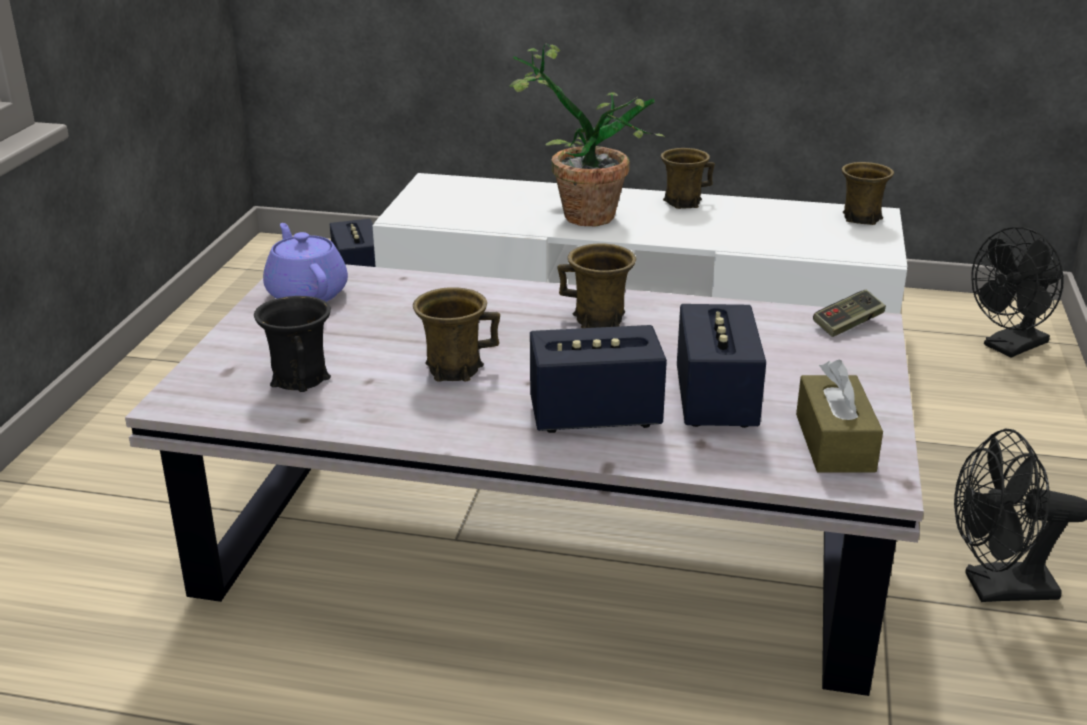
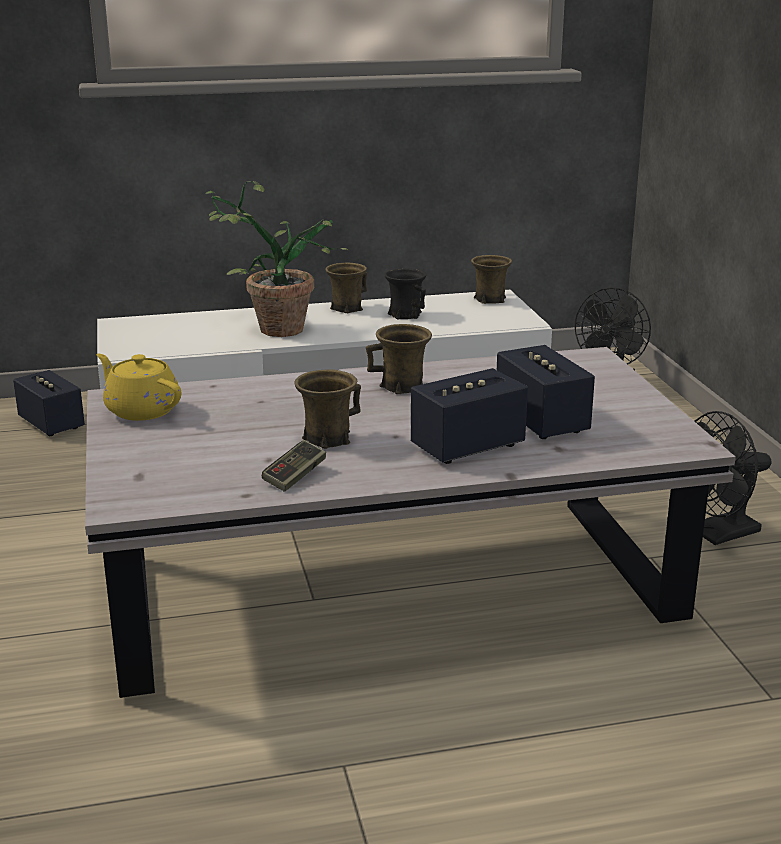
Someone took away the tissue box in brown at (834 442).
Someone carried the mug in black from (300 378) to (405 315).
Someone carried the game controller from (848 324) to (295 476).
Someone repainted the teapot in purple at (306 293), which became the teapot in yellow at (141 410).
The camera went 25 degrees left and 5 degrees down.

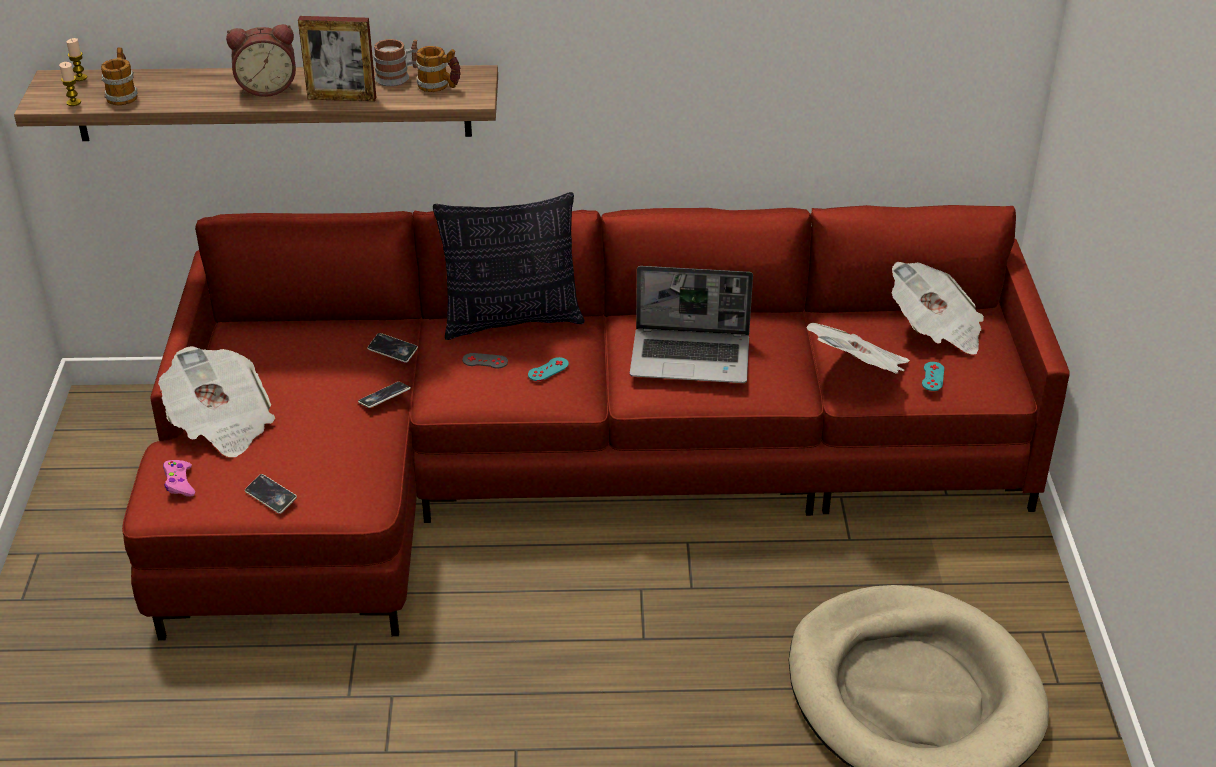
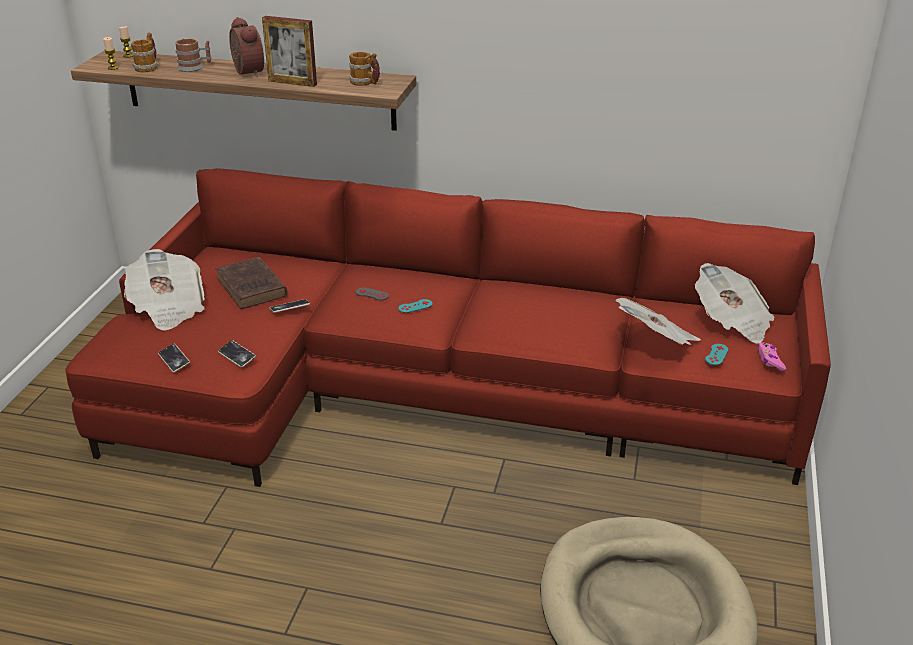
Someone took away the pillow at (512 320).
Someone took away the laptop at (692 357).
Someone put down the book in brown at (252 288).
Someone carried the game controller in pink from (179 483) to (770 360).
Someone carried the phone from (392 350) to (237 356).
Someone carried the mug from (397 77) to (195 67).
Someone rotated the alarm clock at (267 88) by 120 degrees counterclockwise.
The camera went 15 degrees right and 5 degrees down.

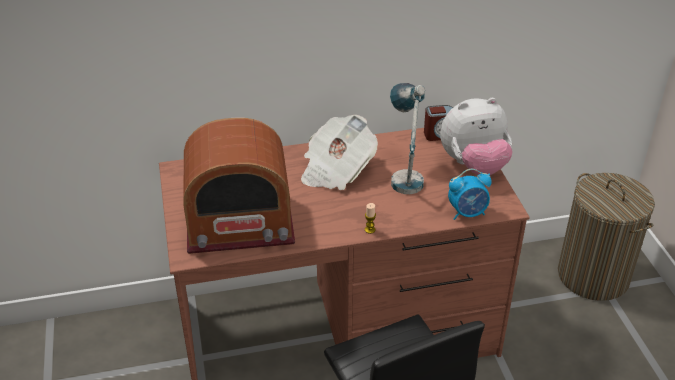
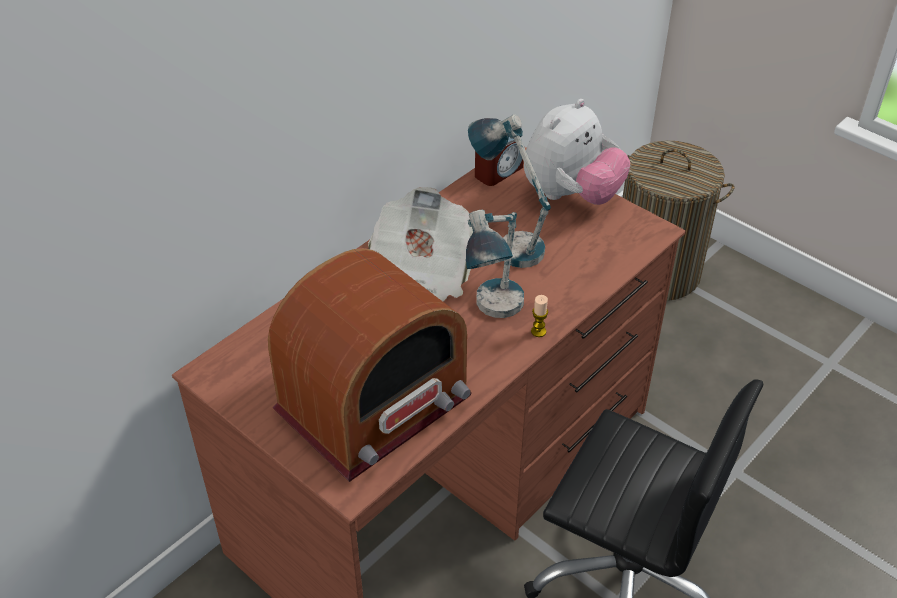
Someone took away the alarm clock at (467 213).
Someone put down the table lamp at (494 315).
The camera went 35 degrees left and 5 degrees up.

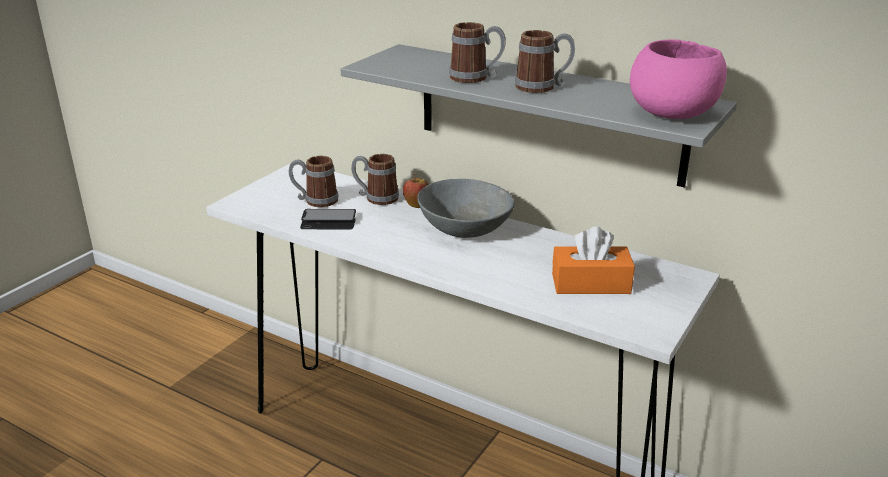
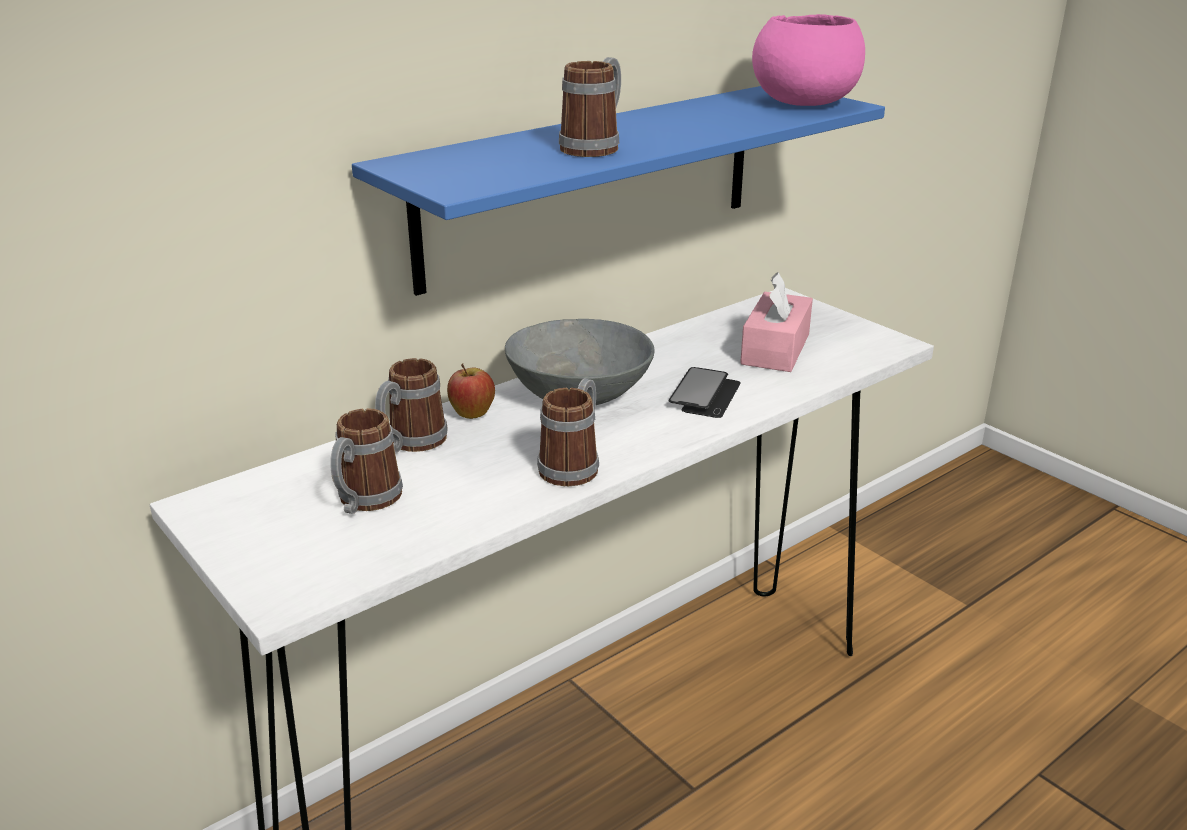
Someone carried the phone from (328 221) to (705 395).
Someone carried the mug from (543 87) to (574 465).
Someone repainted the shelf in grey at (548 113), which became the shelf in blue at (592 183).
Someone repainted the tissue box in orange at (590 283), which became the tissue box in pink at (775 349).
The camera went 70 degrees left and 0 degrees up.

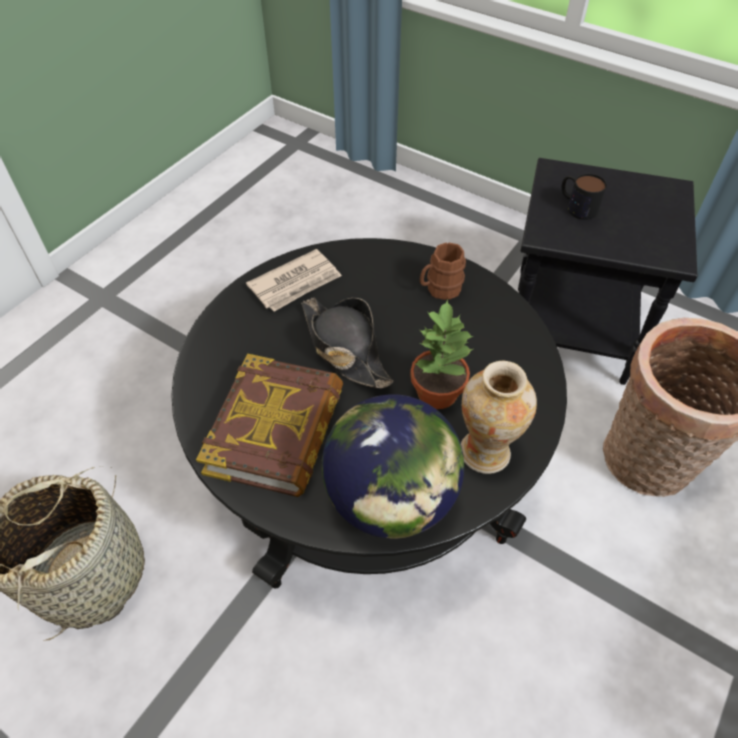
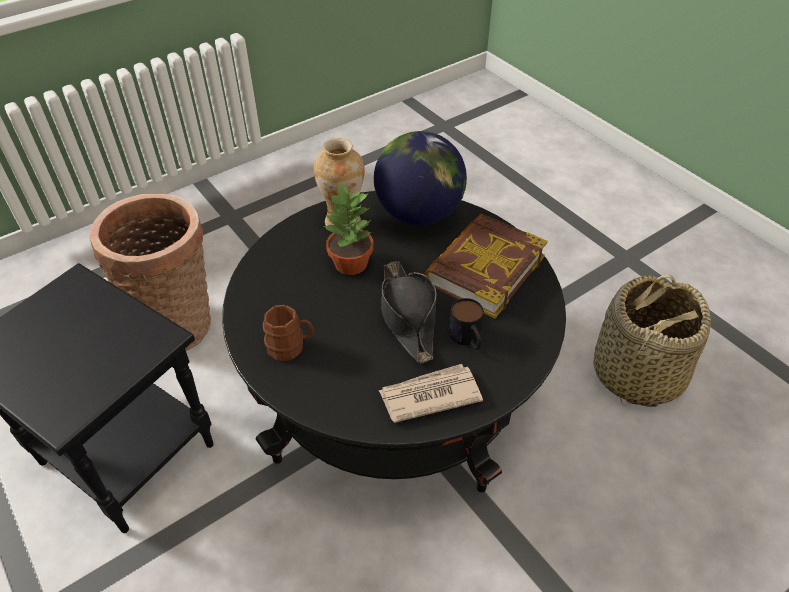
Someone carried the mug from (576 206) to (467 339).
The camera went 160 degrees left and 5 degrees down.

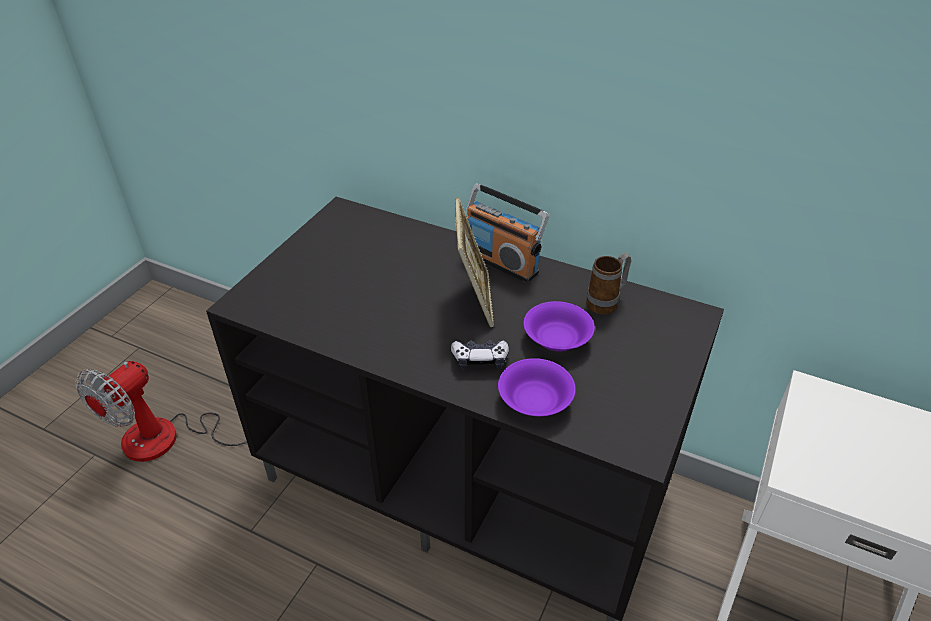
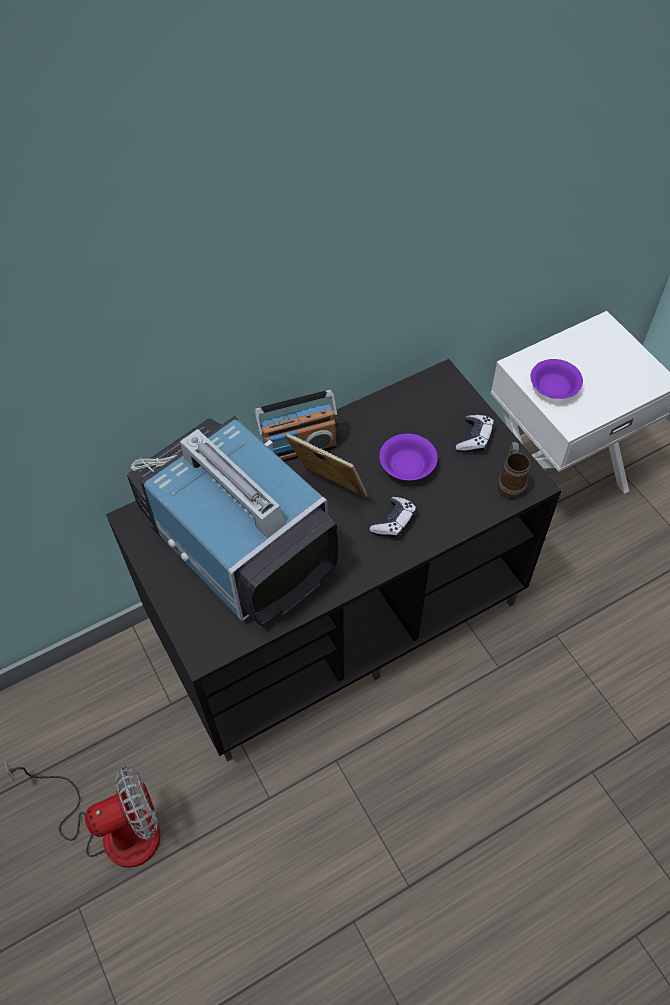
Someone put down the television at (236 540).
Someone put down the game controller at (474 438).
Someone carried the bowl in purple from (536 400) to (553 387).
Someone carried the mug from (606 302) to (510 483).
Someone rotated the fan at (171 438) by 90 degrees counterclockwise.
The camera went 55 degrees left and 15 degrees up.

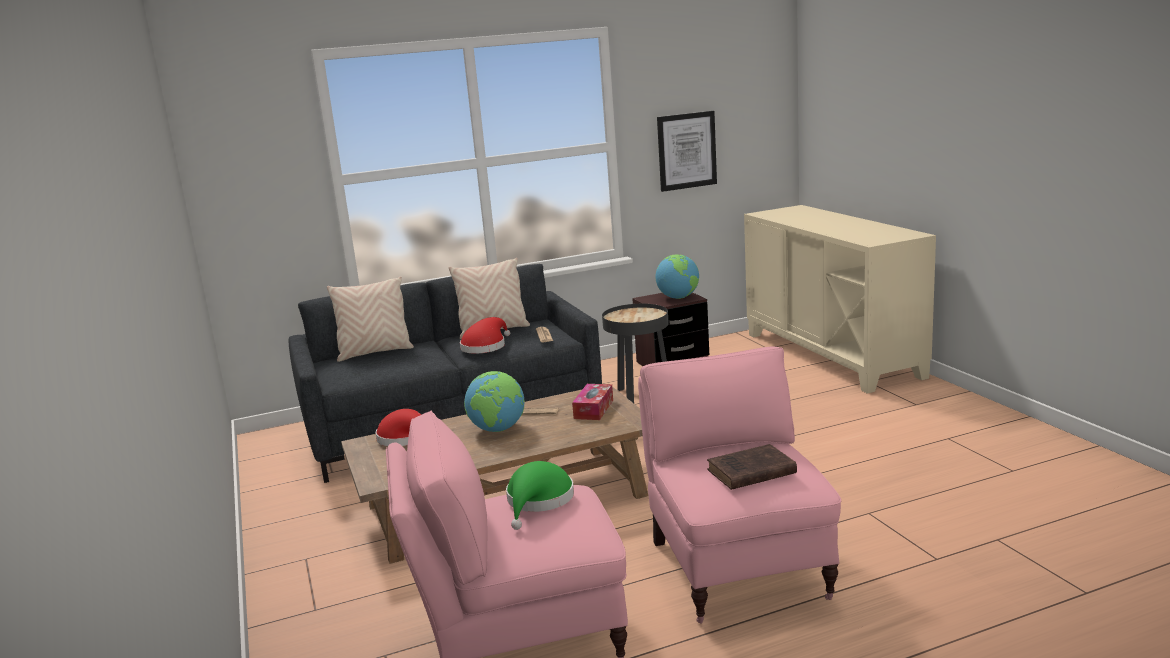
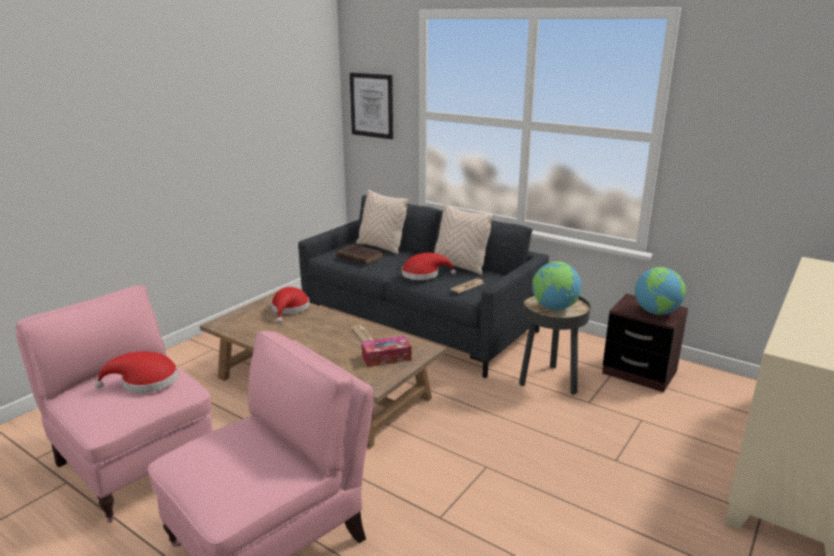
Someone carried the globe from (497 429) to (554 308).
Someone carried the picture from (686 151) to (372 105).
Someone carried the book in brown from (749 472) to (359 257).
Someone repainted the hat in green at (538 501), which became the hat in red at (145 381).
The camera went 55 degrees right and 5 degrees up.

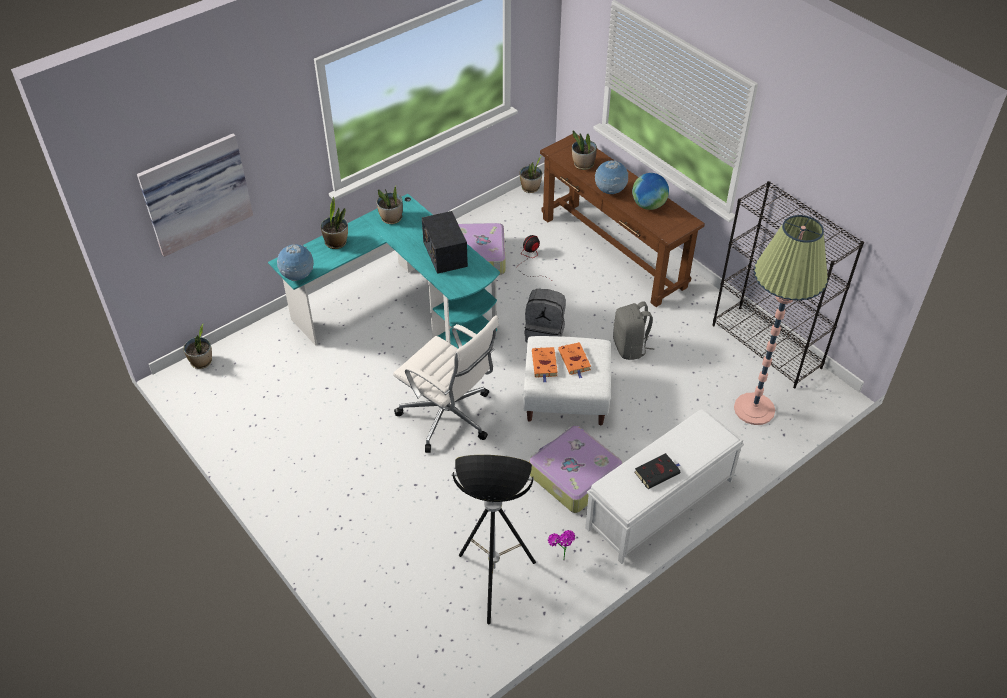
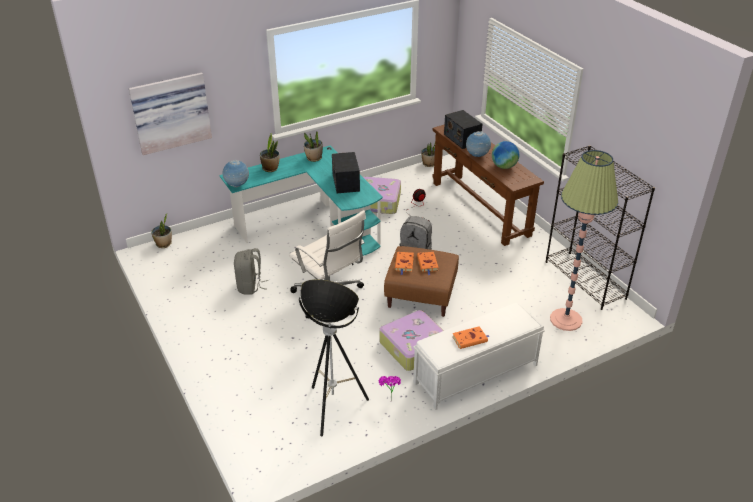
Someone carried the backpack in grey from (630 347) to (250 286).
Someone swapped the potted plant at (583 165) for the radio at (461 138).
Someone repainted the ottoman in white at (565 397), which became the ottoman in brown at (420 295).
Someone repainted the book in black at (657 472), which became the book in orange at (470 339).
The camera went 10 degrees right and 10 degrees down.

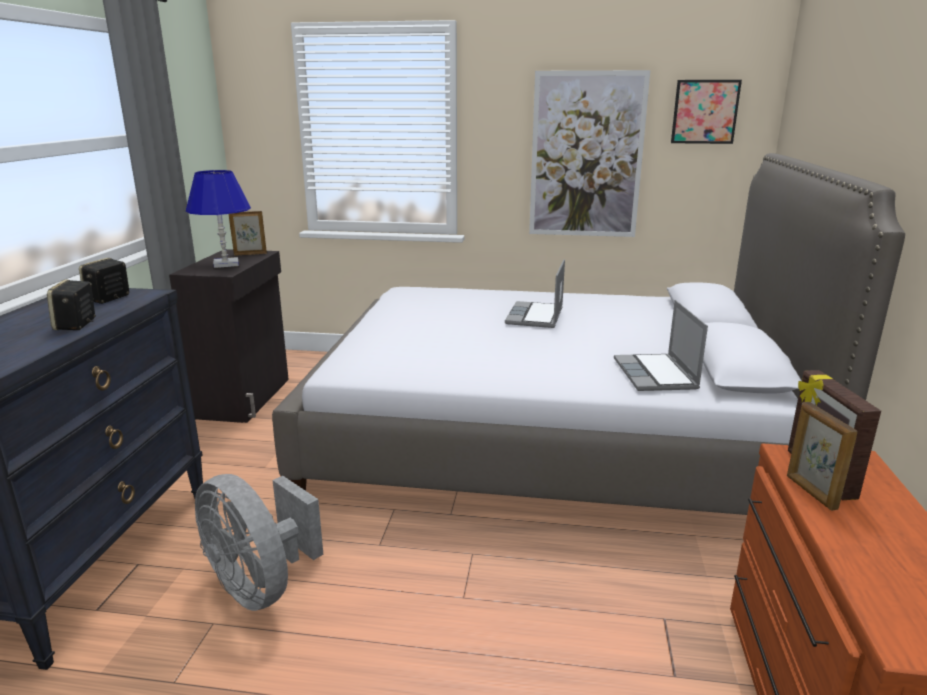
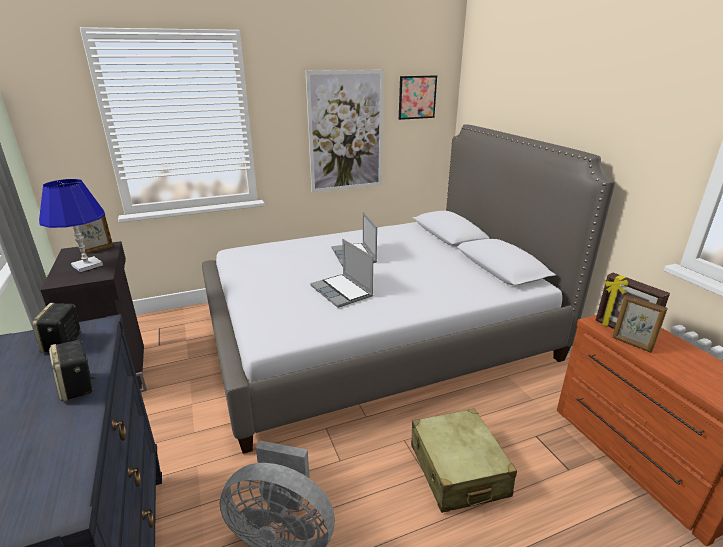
Someone put down the suitcase in beige at (458 470).
Someone carried the laptop from (656 375) to (342 291).
The camera went 30 degrees left and 5 degrees up.

